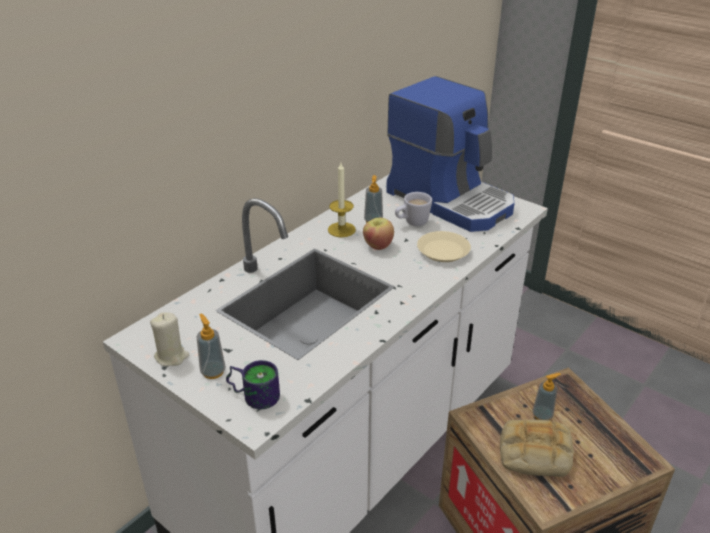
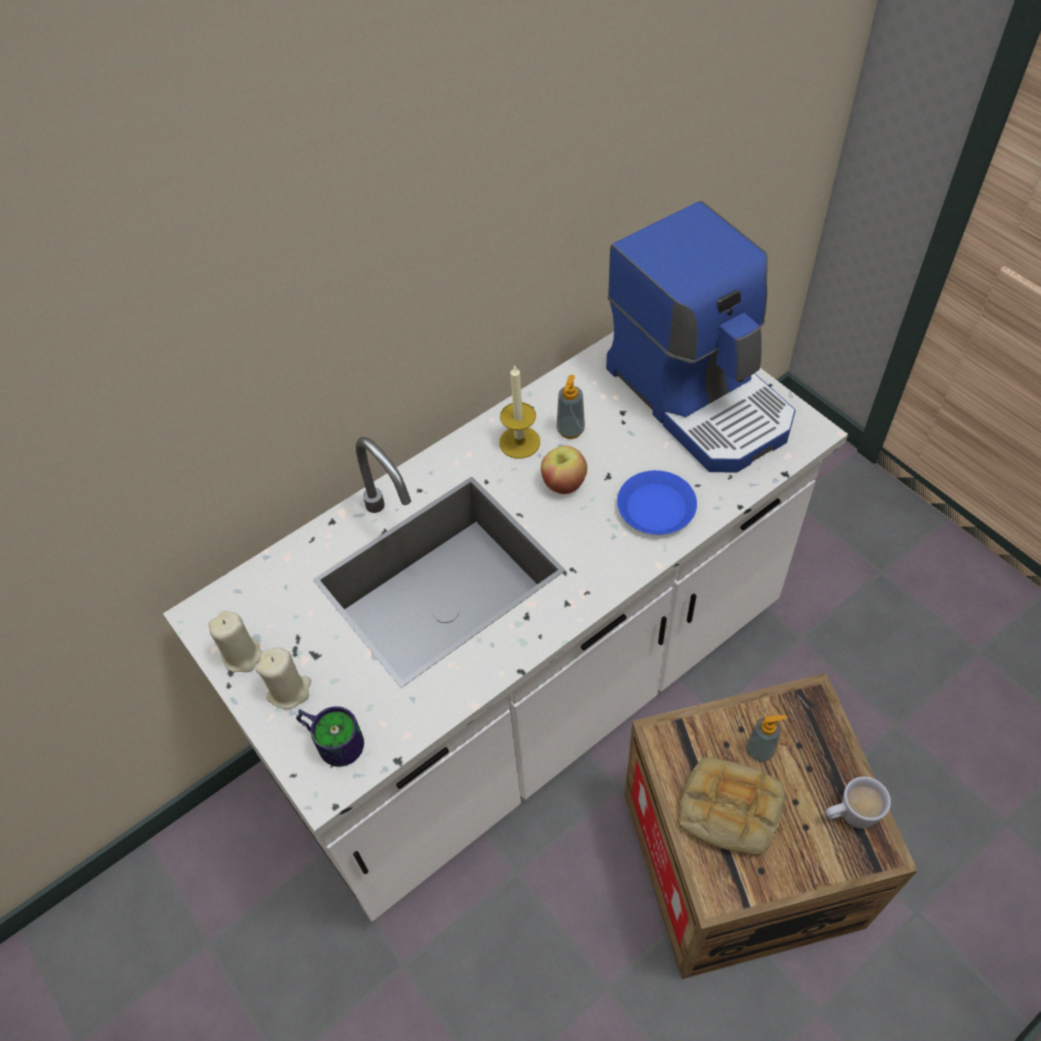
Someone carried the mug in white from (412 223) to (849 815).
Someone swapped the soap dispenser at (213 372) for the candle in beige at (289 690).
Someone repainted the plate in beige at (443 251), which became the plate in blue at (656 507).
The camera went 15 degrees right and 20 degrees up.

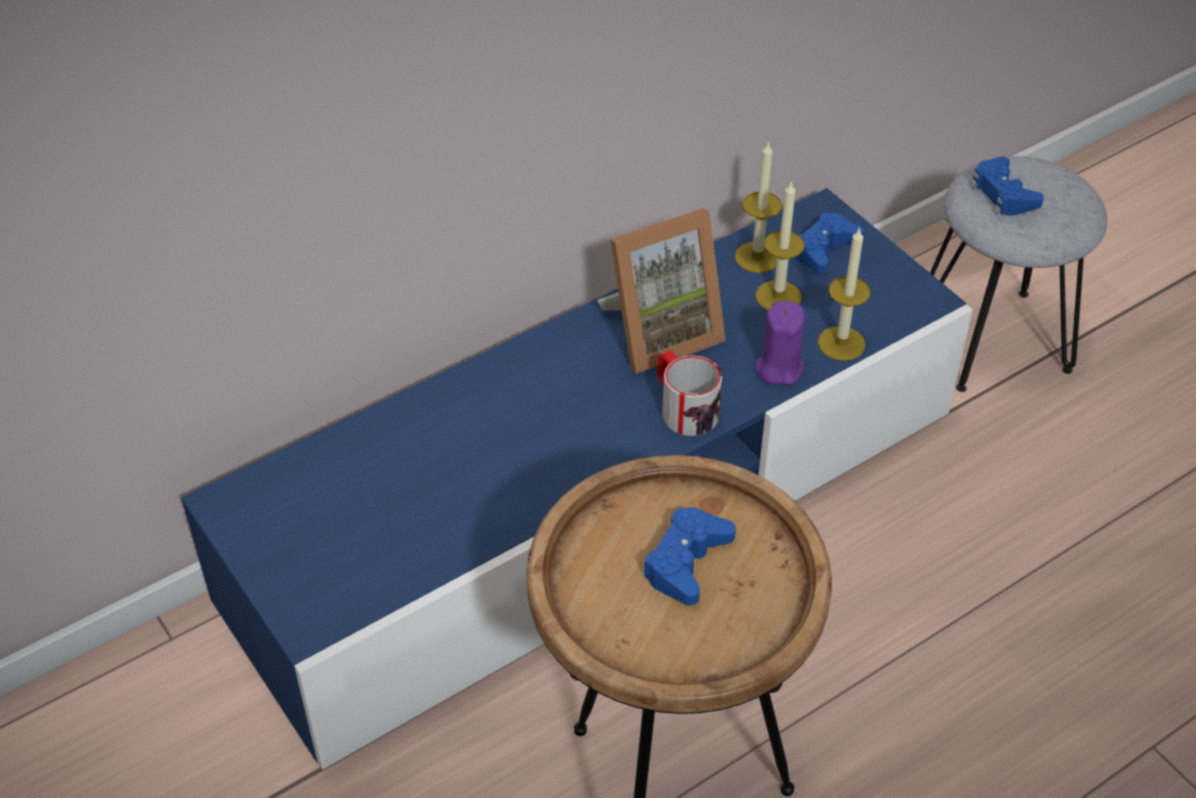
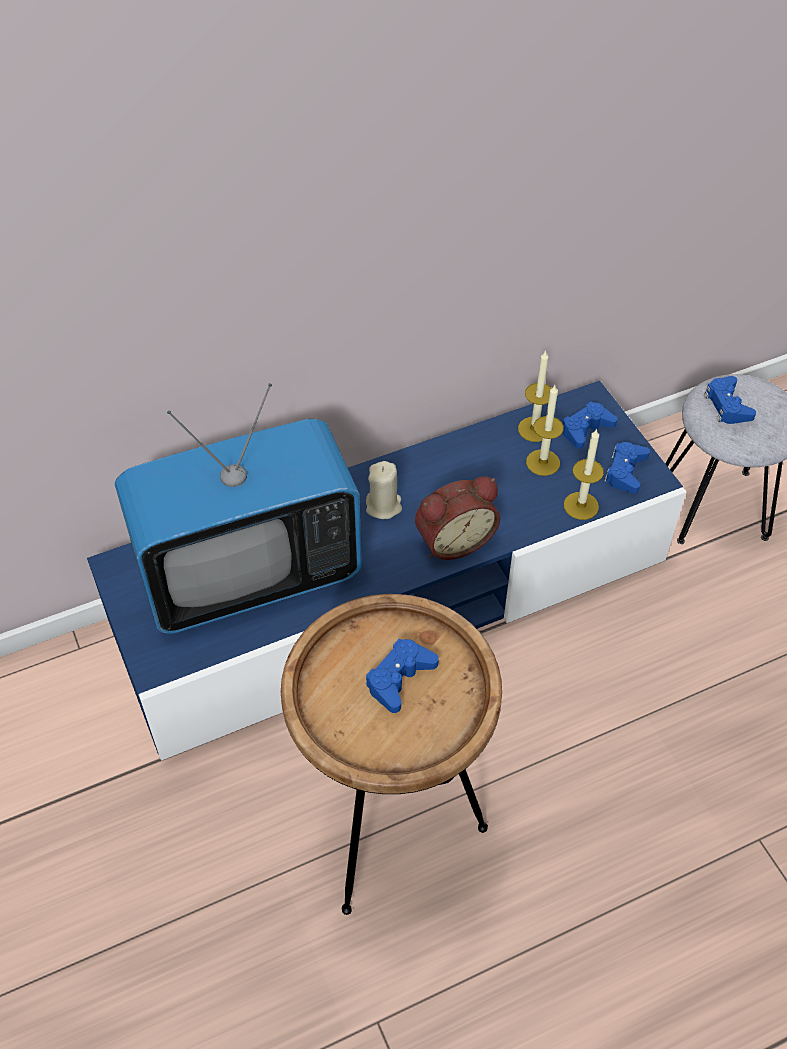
Someone took away the picture frame at (660 332).
Someone took away the candle in purple at (778 368).
Someone put down the television at (250 574).
Someone put down the candle in beige at (384 506).
Someone put down the game controller in blue at (625 471).
Someone swapped the mug at (683 407) for the alarm clock at (453 539).
The camera went 10 degrees right and 5 degrees up.

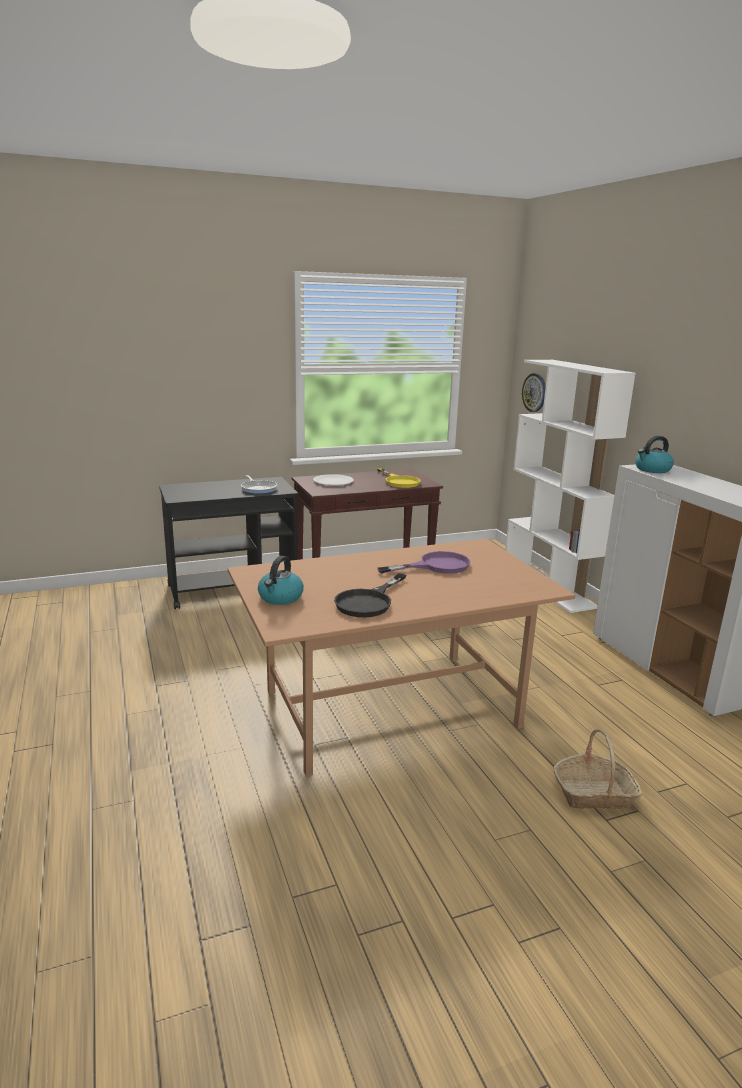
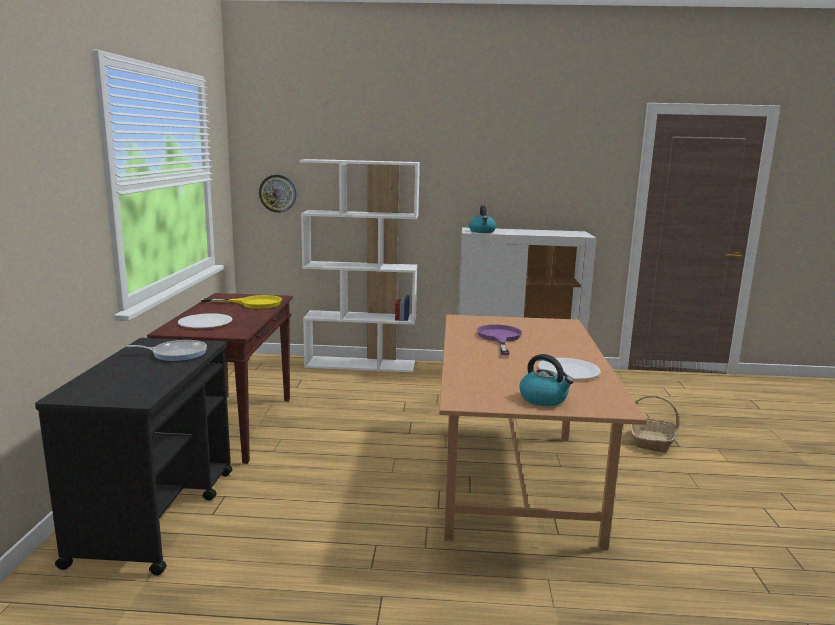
Someone swapped the frying pan in black at (368 601) for the plate in white at (568 371).
The camera went 65 degrees left and 5 degrees down.

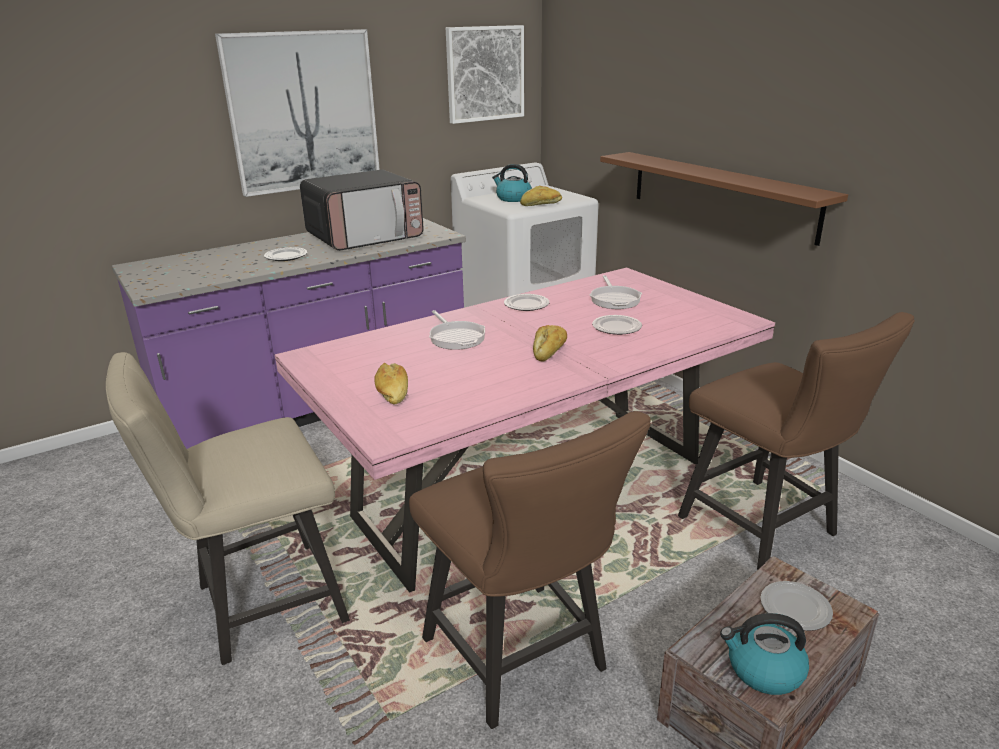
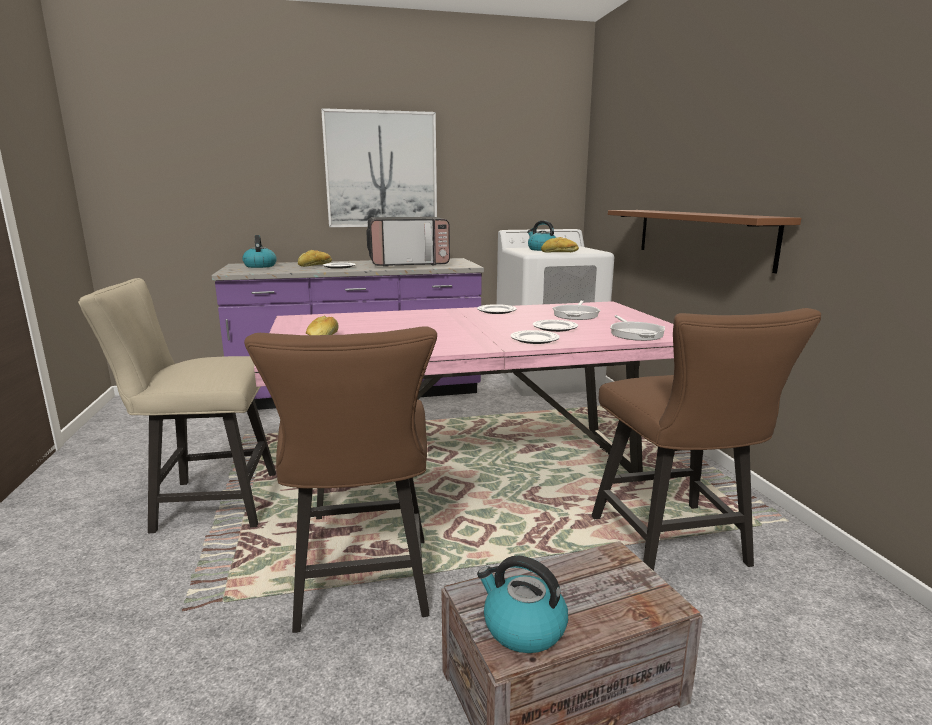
Someone took away the picture at (485 74).
Someone put down the kettle at (260 266).
Someone carried the frying pan from (456 337) to (635 333).
Someone carried the bread from (550 351) to (315 265).
Someone carried the plate from (795 608) to (535 339).
The camera went 20 degrees right and 10 degrees down.

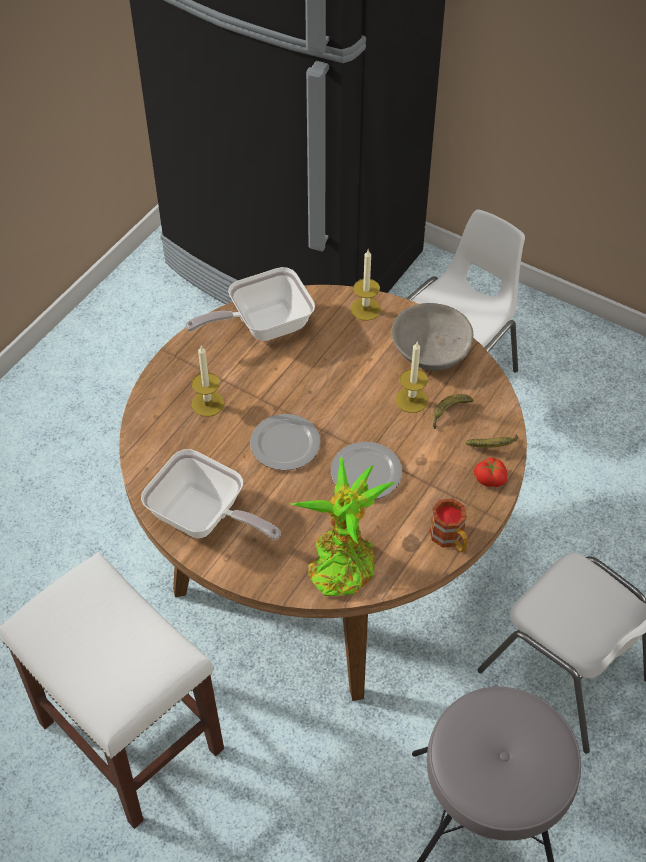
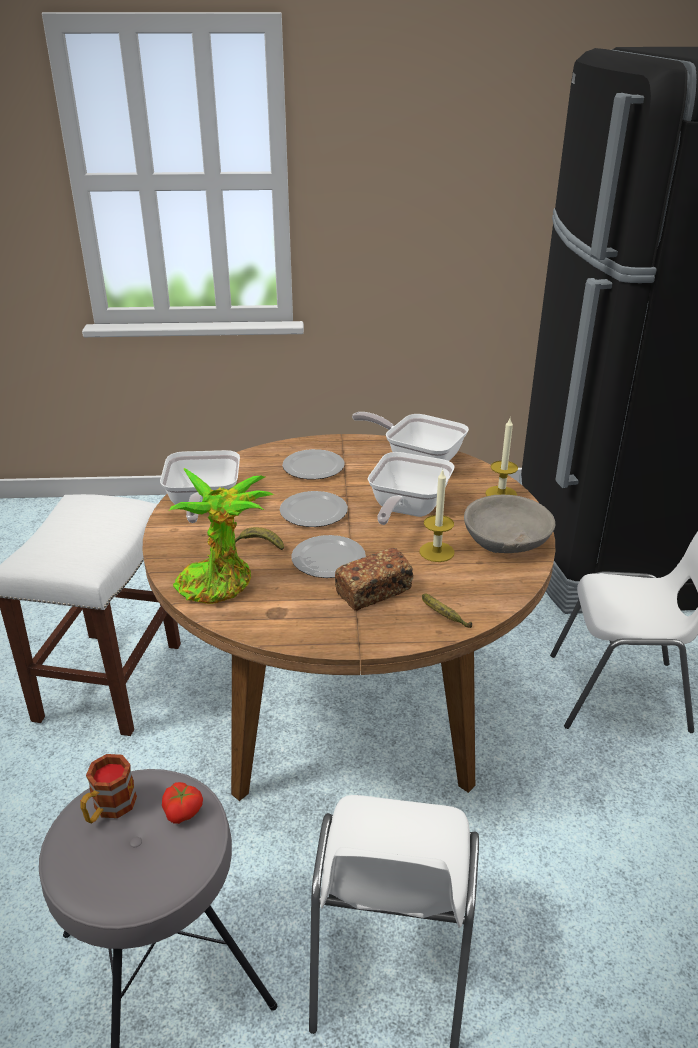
Someone put down the bread at (373 592).
Someone put down the frying pan at (406 510).
Someone carried the mug from (450 539) to (109 808).
Someone carried the banana from (449 412) to (259 545).
Someone carried the tomato from (490 478) to (184 811).
Someone swapped the candle at (208 403) for the plate at (313 468).
The camera went 55 degrees right and 20 degrees down.

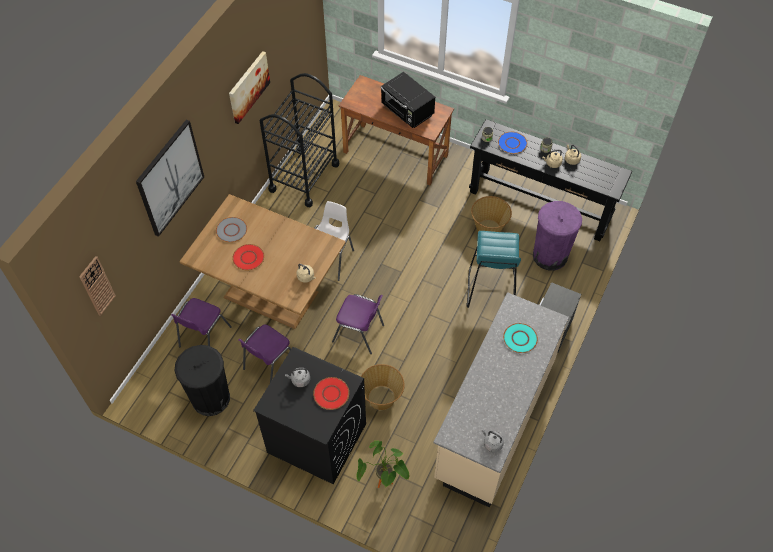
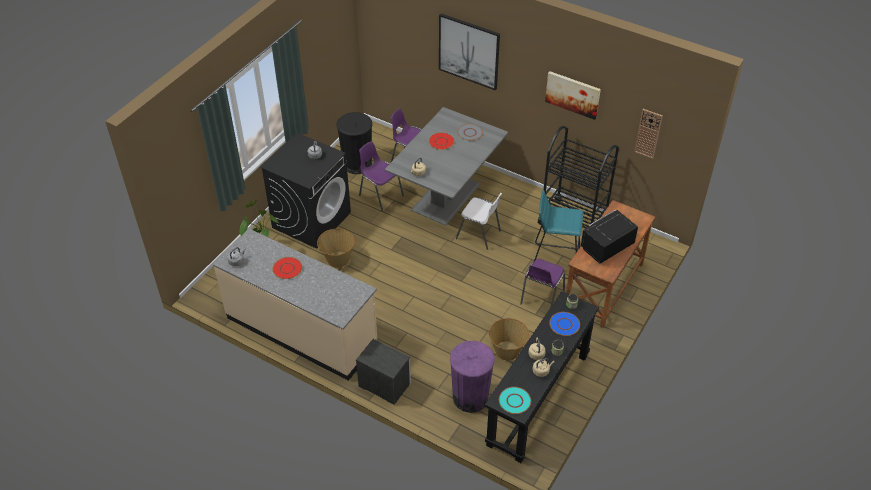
Someone carried the wall clock from (97 286) to (648 133).
Someone carried the plate in red from (331 393) to (287 268).
Someone carried the chair in purple from (359 334) to (541 297).
Someone carried the stool in turquoise from (490 289) to (554 261).
Someone carried the plate in turquoise from (520 338) to (514 401).
Someone repainted the dining table in brown at (271 294), which became the dining table in grey at (447 197).
The camera went 95 degrees right and 10 degrees down.

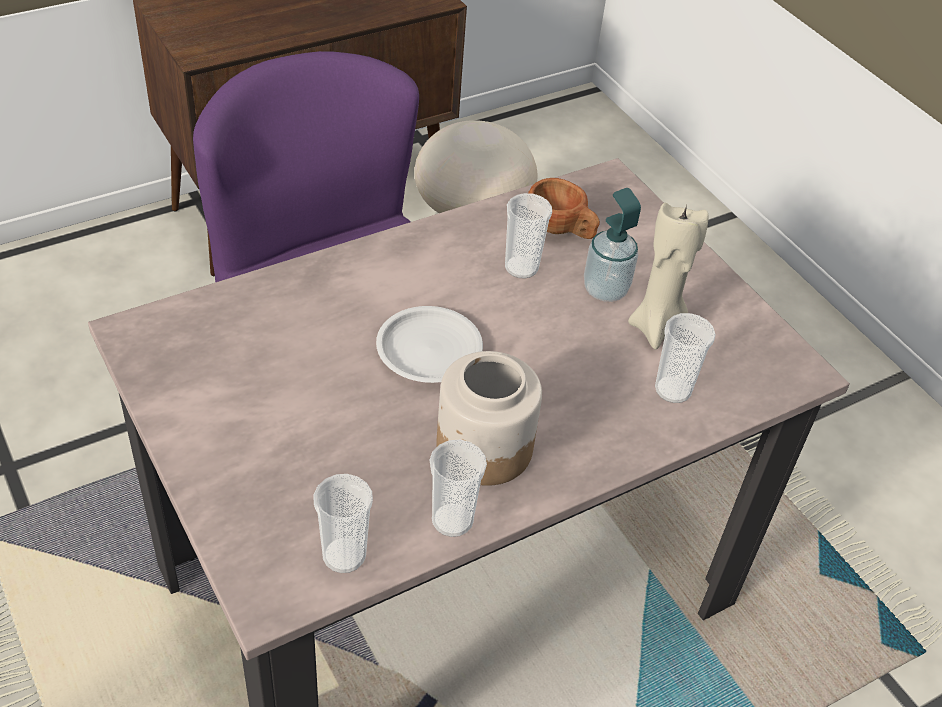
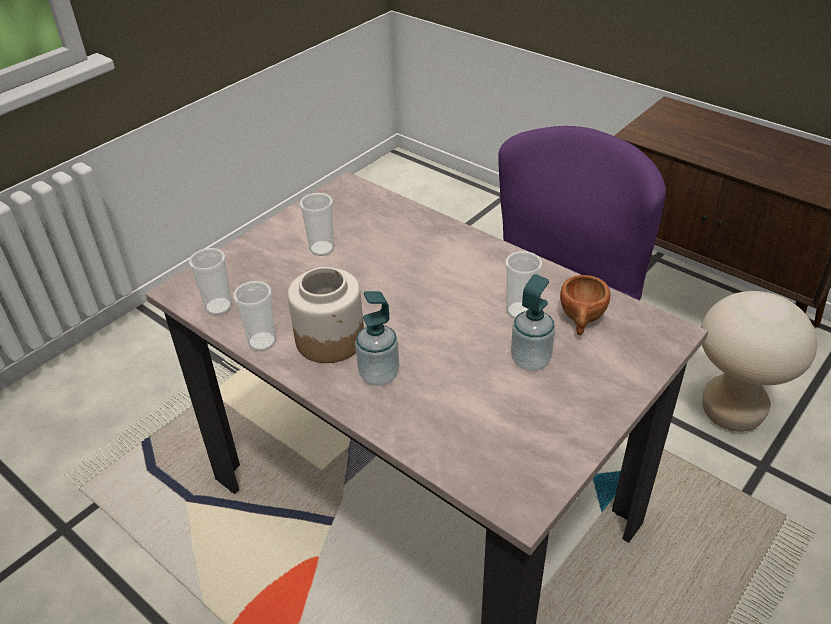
Someone took away the plate in white at (428 350).
Someone took away the candle in beige at (657 327).
Someone put down the soap dispenser at (379 375).
Someone carried the cup from (673 390) to (322 249).
The camera went 75 degrees right and 5 degrees down.

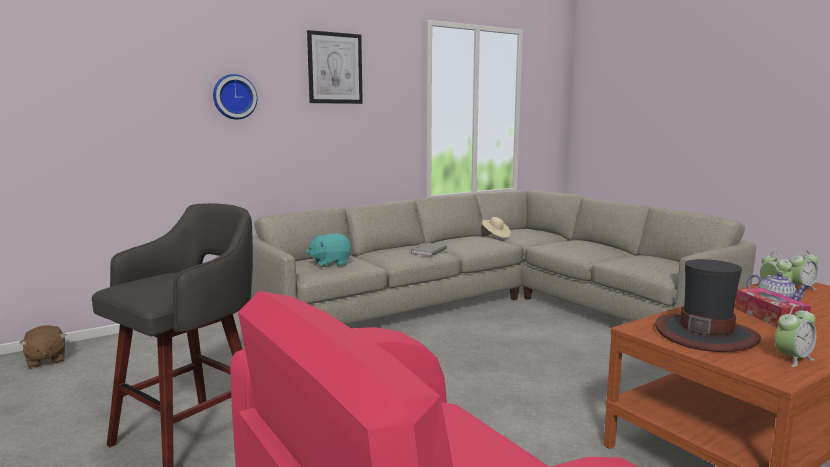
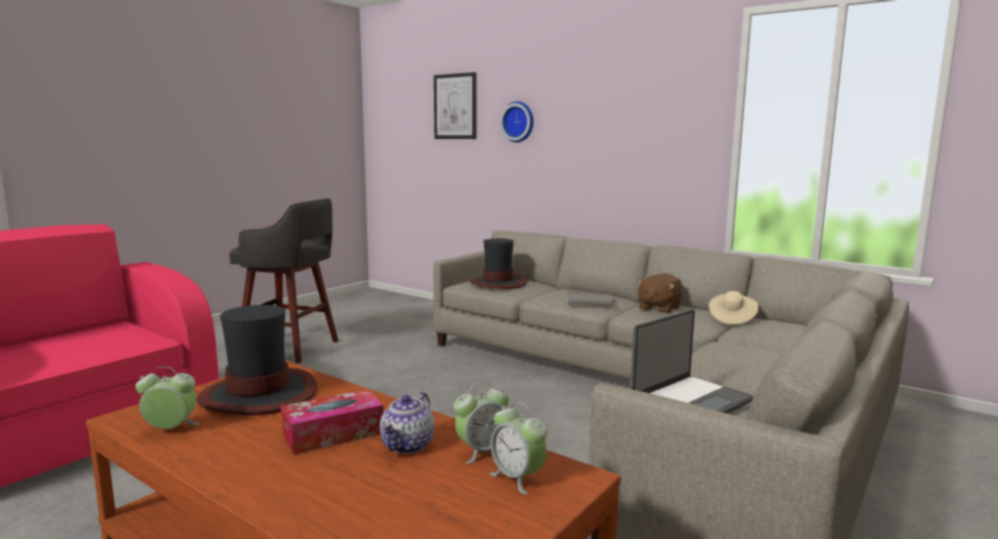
Someone put down the laptop at (689 401).
Someone carried the plush toy in brown from (45 360) to (658 308).
Someone carried the picture from (335 68) to (455 106).
Someone swapped the plush toy in turquoise at (330 263) for the hat at (498 283).
Someone rotated the alarm clock at (792 359) by 135 degrees clockwise.
The camera went 70 degrees right and 0 degrees up.

